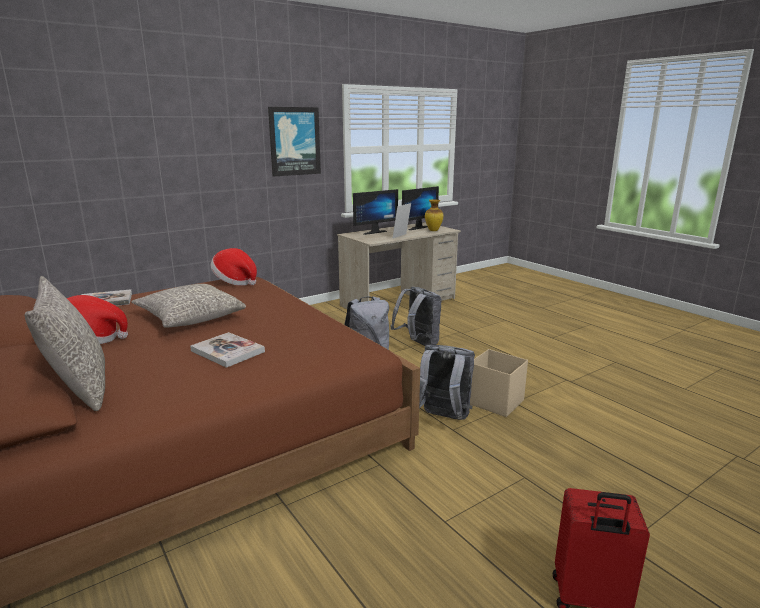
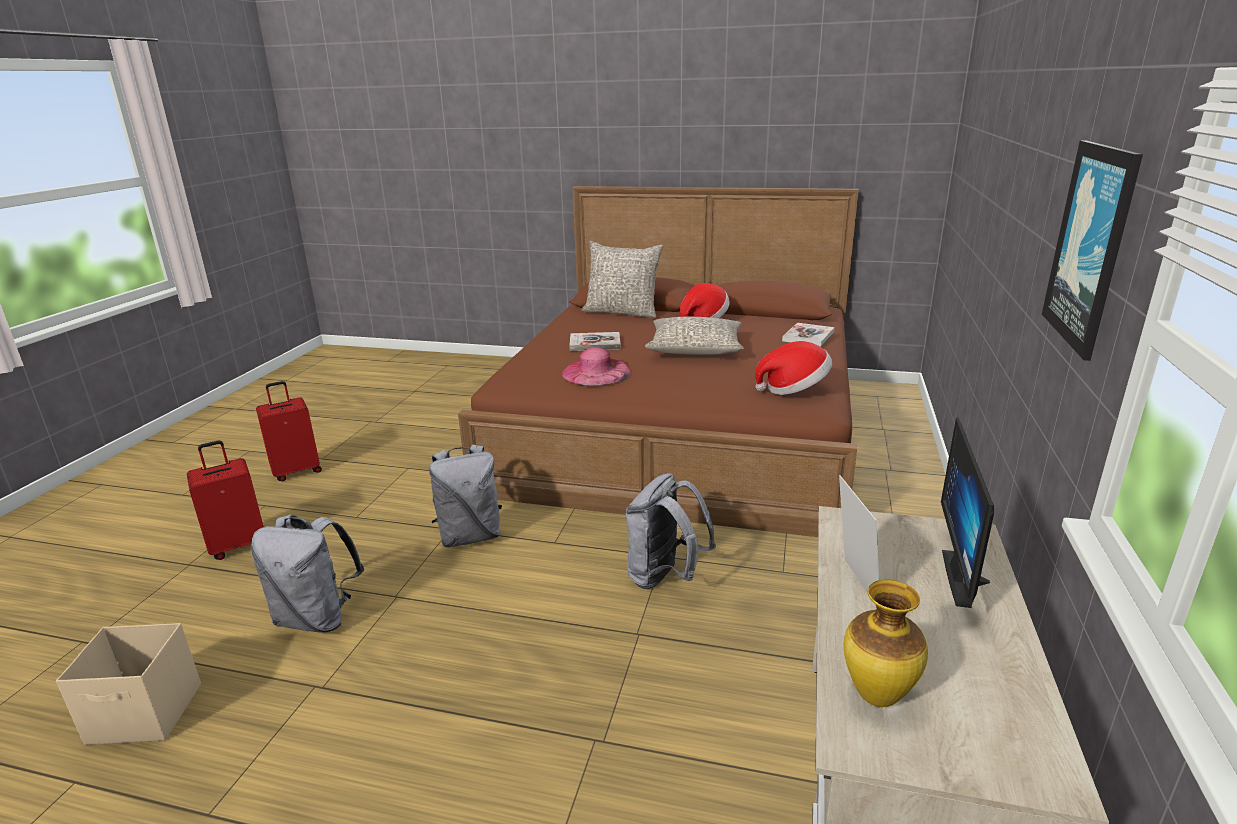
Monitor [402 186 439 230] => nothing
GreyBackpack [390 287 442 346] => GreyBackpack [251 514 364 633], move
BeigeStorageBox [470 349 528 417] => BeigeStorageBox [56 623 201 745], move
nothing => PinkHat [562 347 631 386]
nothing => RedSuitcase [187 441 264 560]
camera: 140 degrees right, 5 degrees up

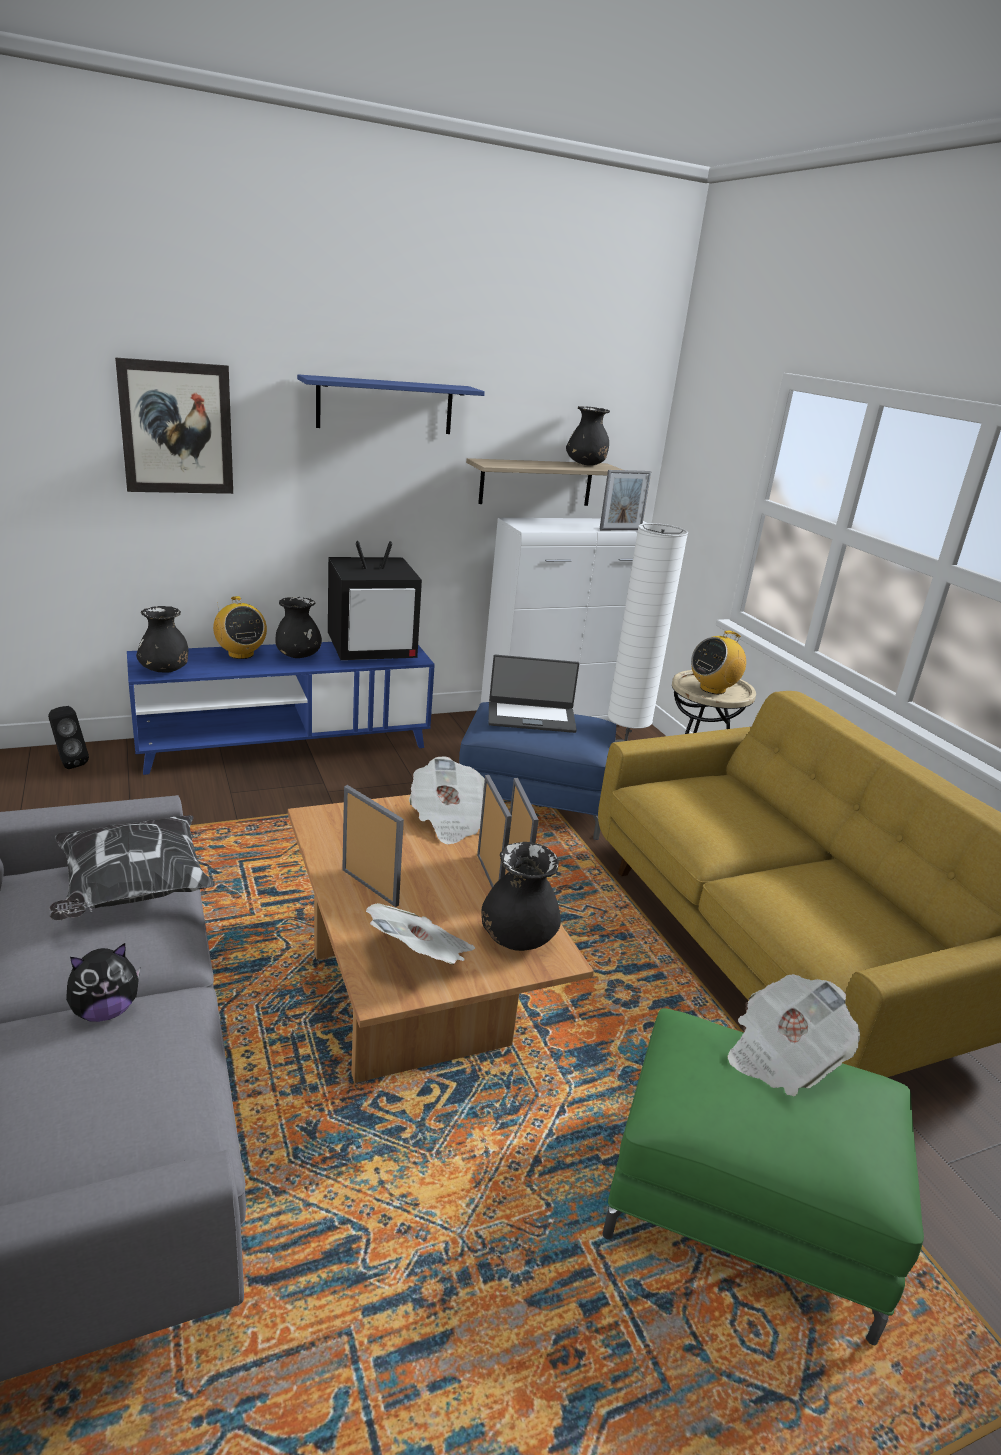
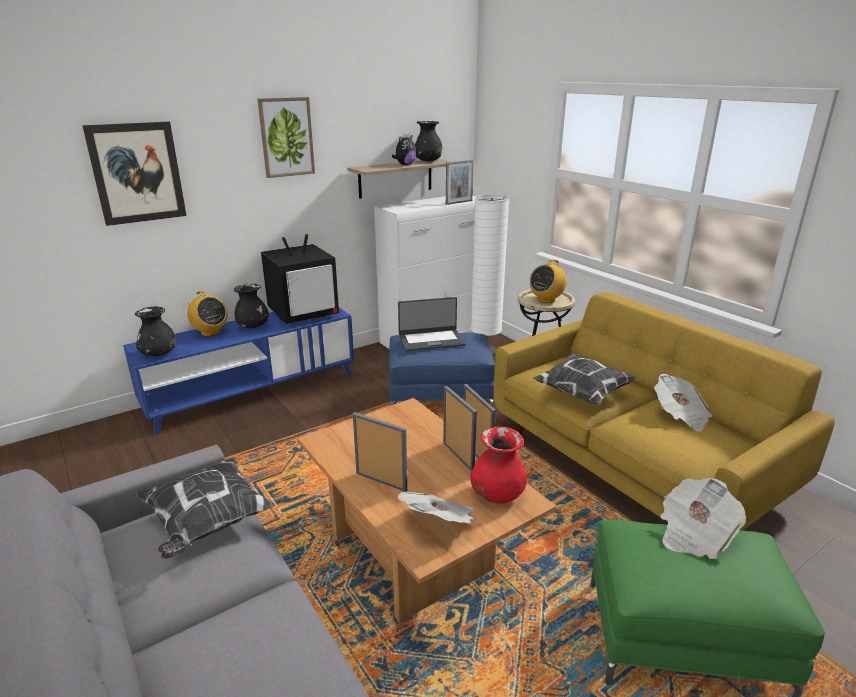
BlueShelf [297 374 485 434] => Picture [258 97 315 178]
BlackSpeaker [48 706 89 769] => nothing
Newspaper [409 756 485 845] => Newspaper [654 374 712 432], move
BlackVase [481 842 561 951] => RedVase [470 427 527 504]
PlushToy [66 943 140 1022] => PlushToy [392 134 416 165], move
nothing => Pillow [533 353 637 405]
camera: 10 degrees left, 0 degrees up

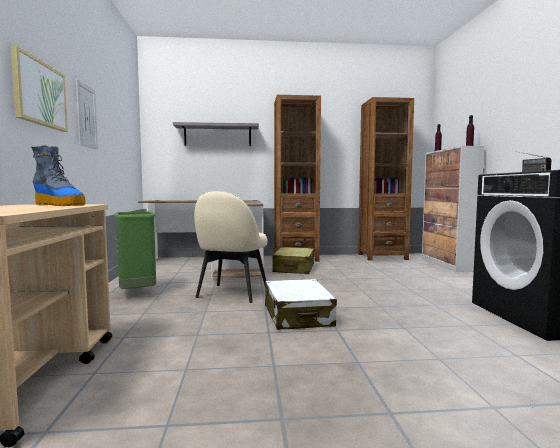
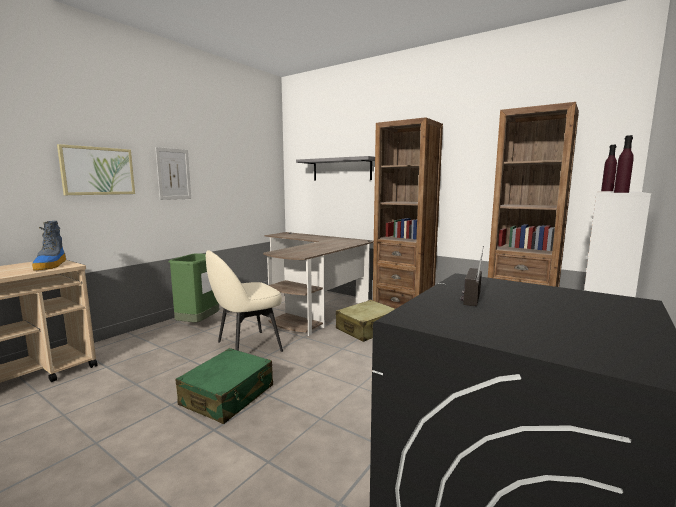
WhiteSuitcase [265 279 337 330] => GreenSuitcase [176 348 273 424]
camera: 40 degrees right, 5 degrees up

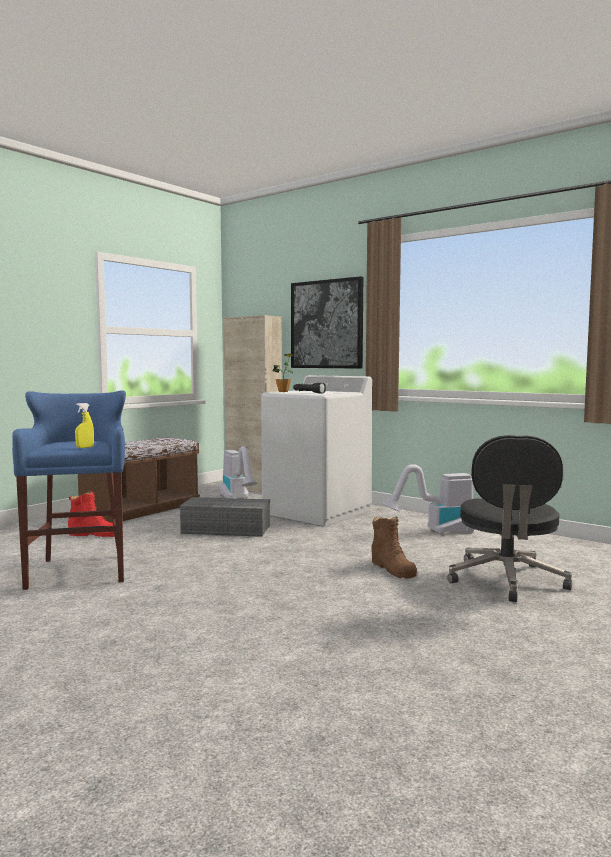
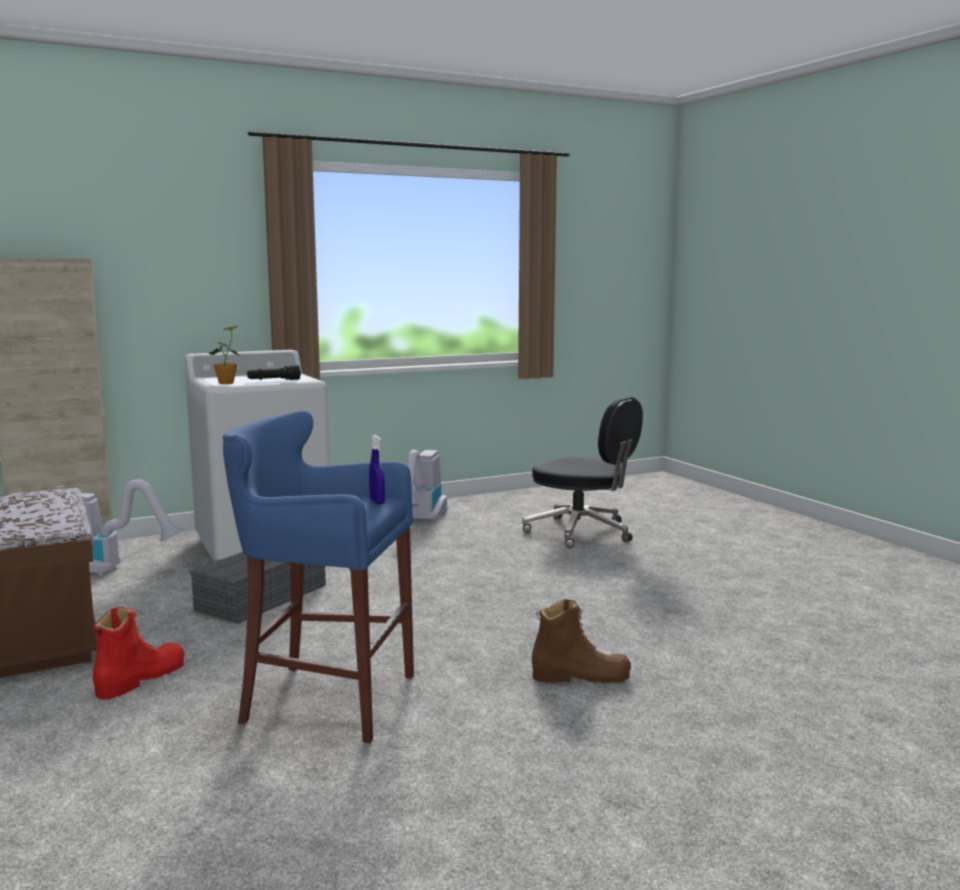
Picture [291 276 363 369] => nothing
YellowSprayBottle [75 403 94 448] => BlueSprayBottle [369 435 385 504]
BrownBoot [371 516 417 578] => BrownBoot [532 599 631 683], move
camera: 65 degrees left, 5 degrees up

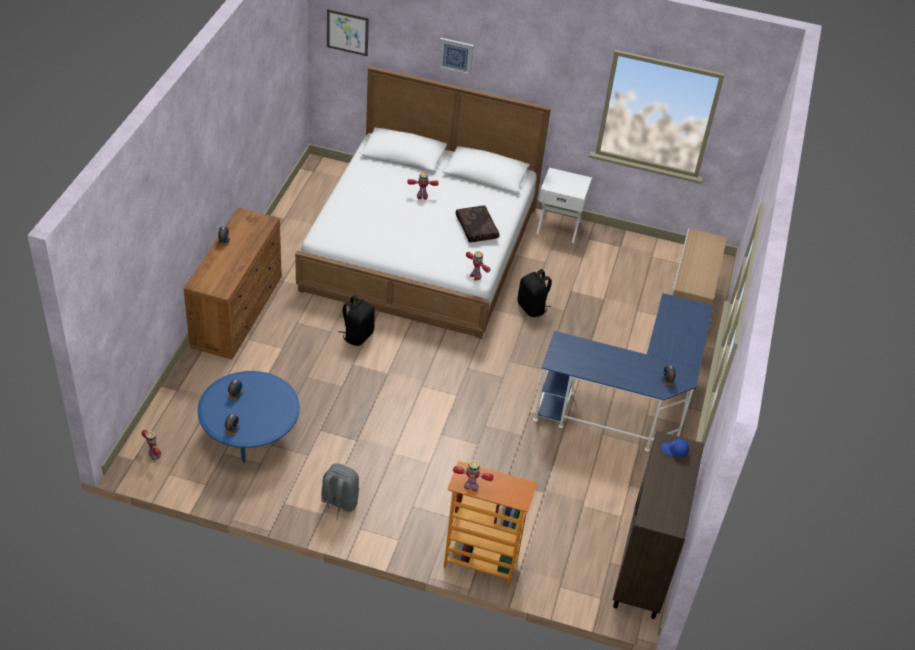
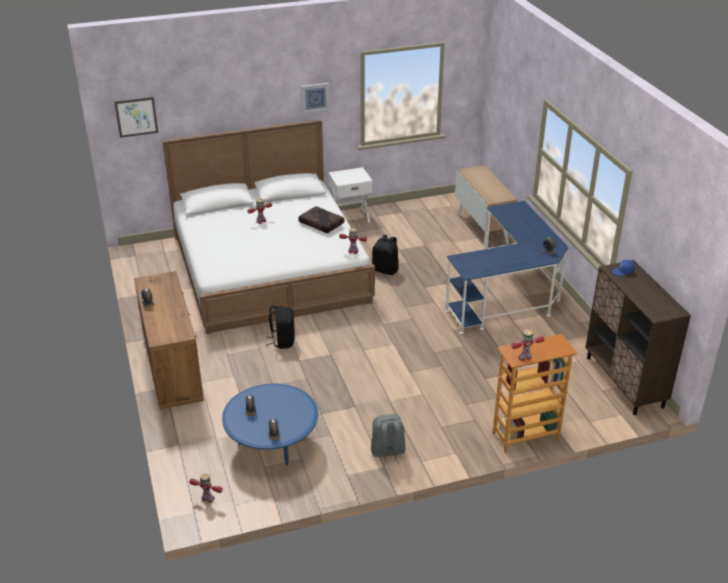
Picture [438 38 474 75] => Picture [301 83 330 113], move
camera: 30 degrees left, 10 degrees down

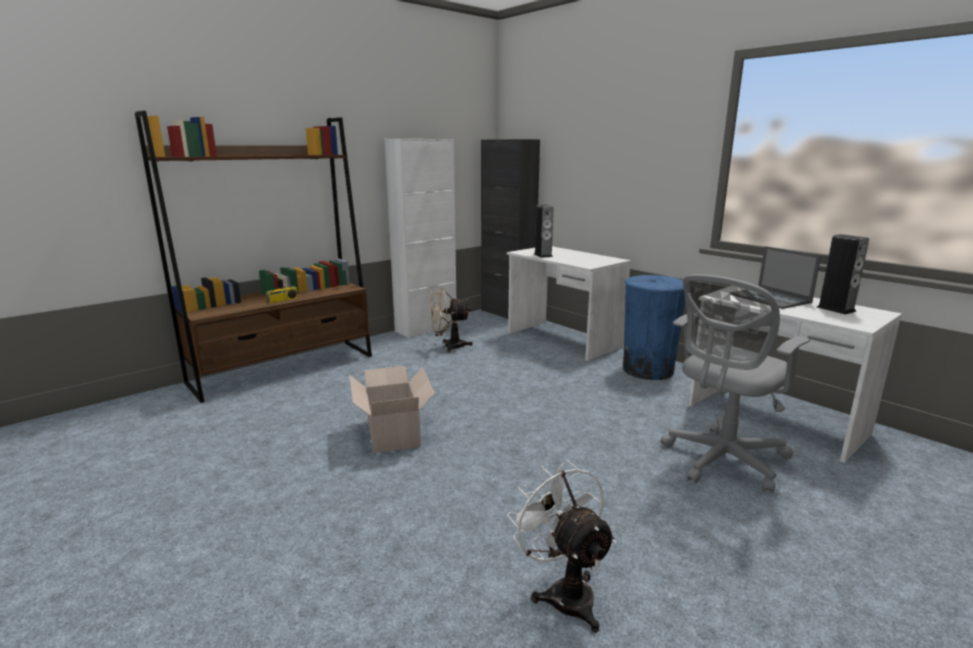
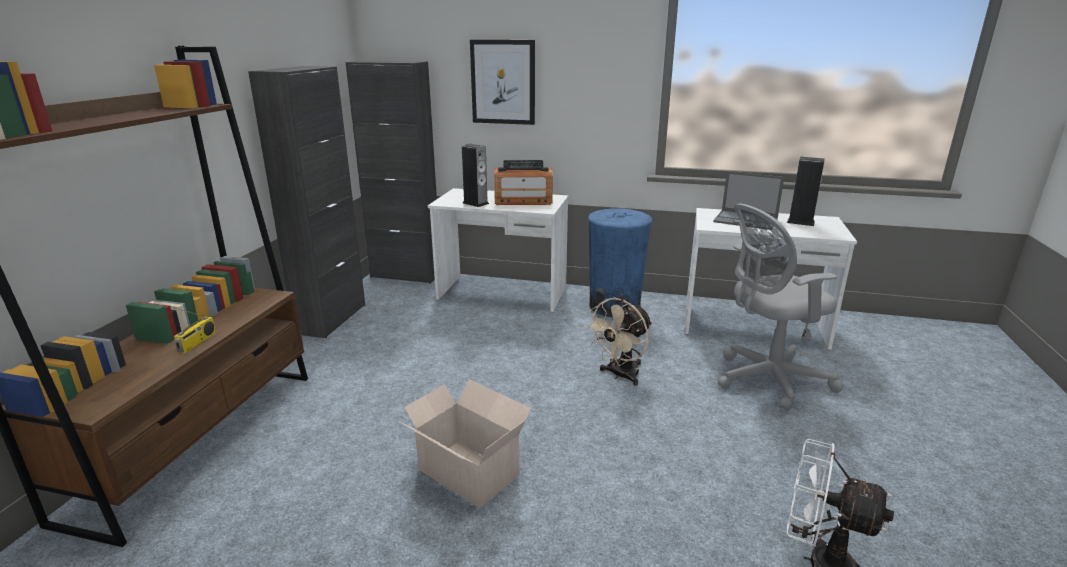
WhiteCabinet [384 139 457 338] => BlackCabinet [248 66 365 338]
GreyOfficeChair [661 274 810 493] => GreyOfficeChair [718 204 844 411], 60 degrees clockwise
BeigeFan [430 288 473 352] => BeigeFan [585 298 652 386], move
nothing => Picture [470 40 535 125]
nothing => Radio [494 160 553 205]
camera: 35 degrees left, 5 degrees up

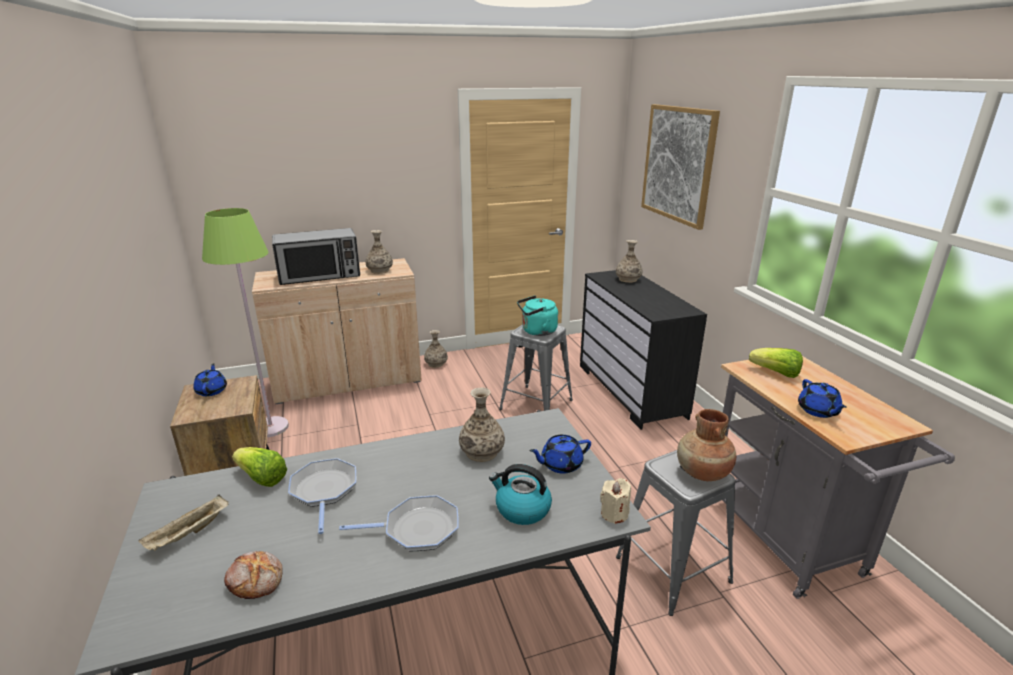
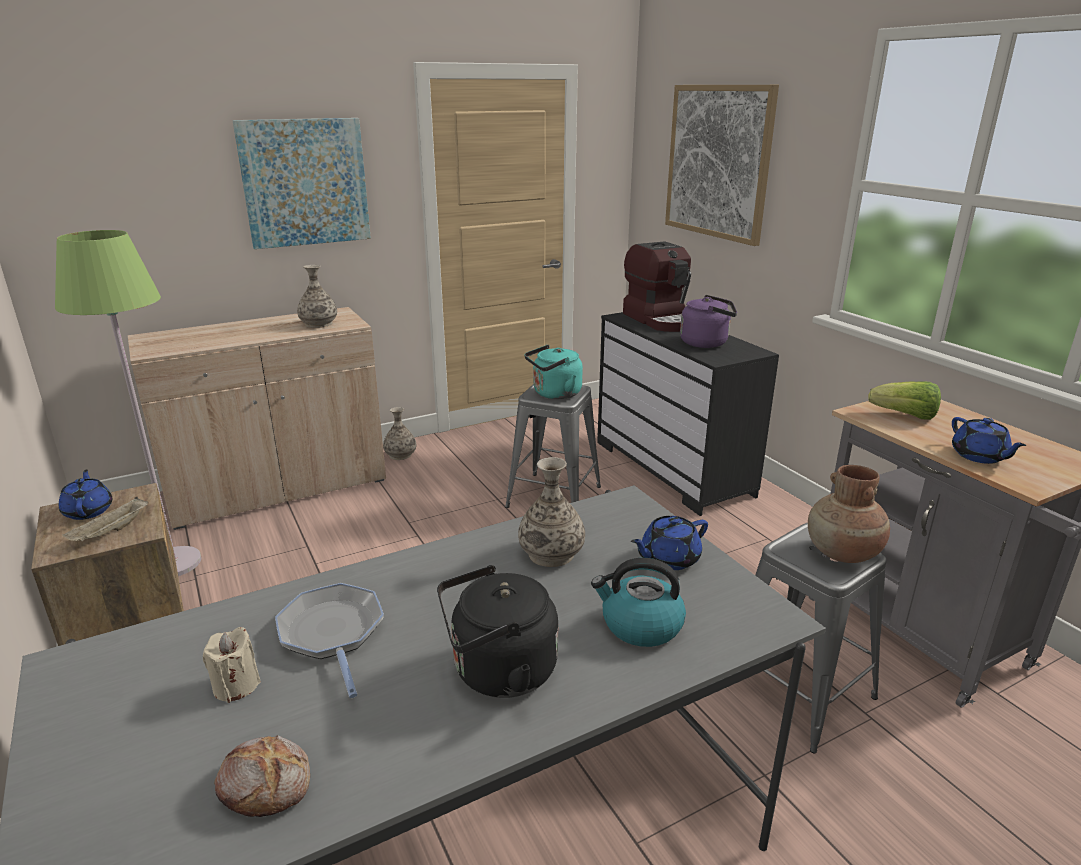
Microwave [272 228 360 285] => nothing
Vase [616 240 642 283] => CoffeeMachine [623 241 691 332]
Lettuce [232 447 287 487] => nothing
BeigeCandle [600 478 631 524] => BeigeCandle [203 627 261 703], move
BeigeTray [139 495 229 551] => BeigeTray [63 497 148 541], move
FryingPan [339 495 459 551] => BlackKettle [437 565 558 698]
nothing => Picture [233 118 371 249]
nothing => PurpleKettle [680 295 737 348]
camera: 10 degrees left, 0 degrees up

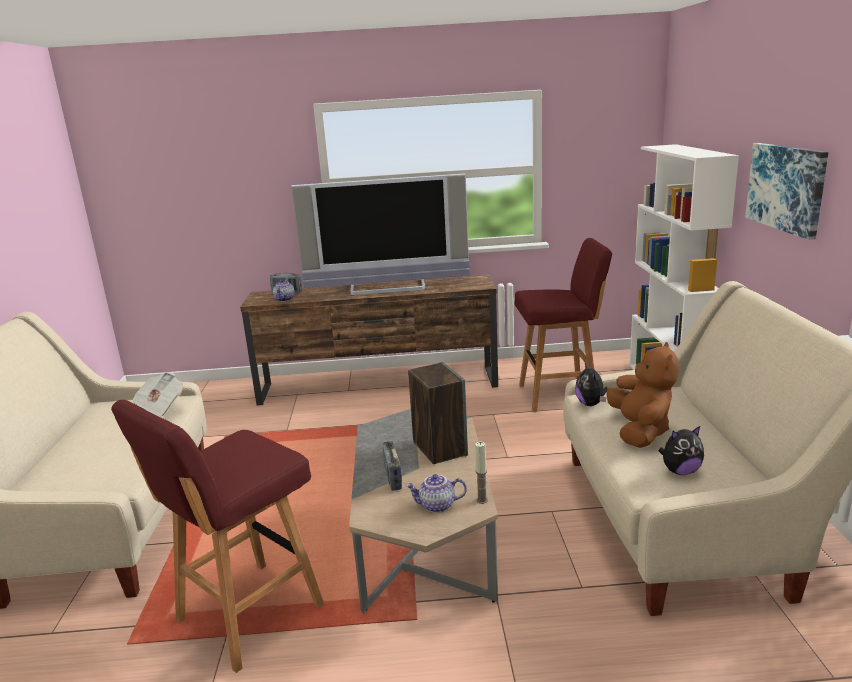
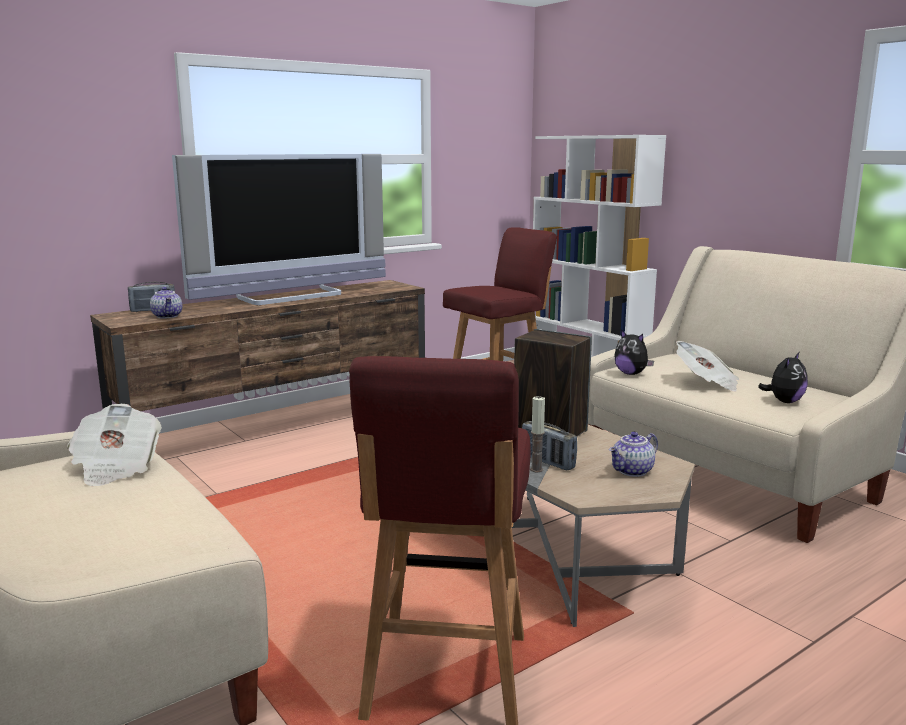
Picture [745 143 829 240] => nothing
BrownPlushToy [607 342 679 448] => Newspaper [676 341 739 392]
Candle [475 441 488 504] => Candle [530 396 545 472], move
camera: 35 degrees left, 5 degrees down

